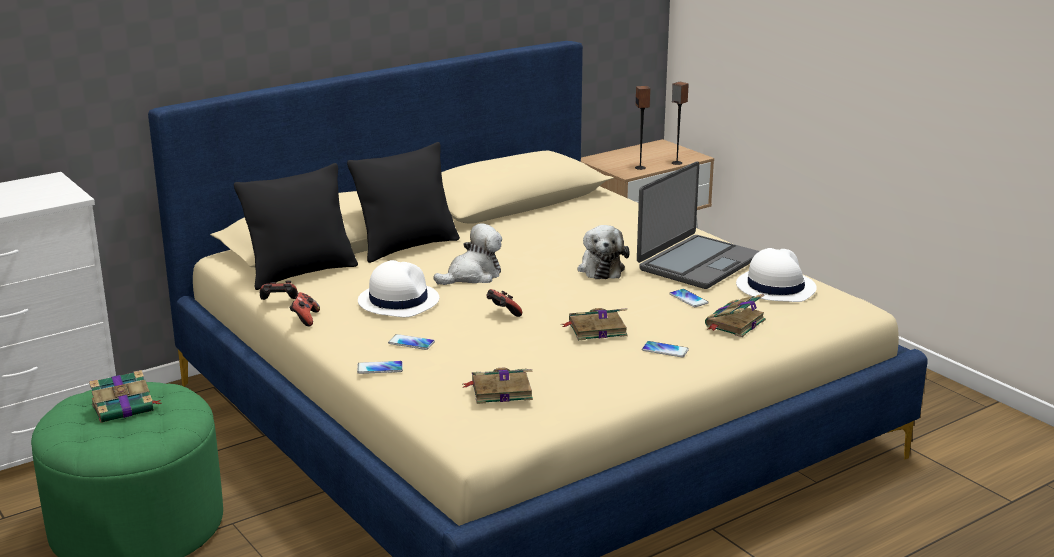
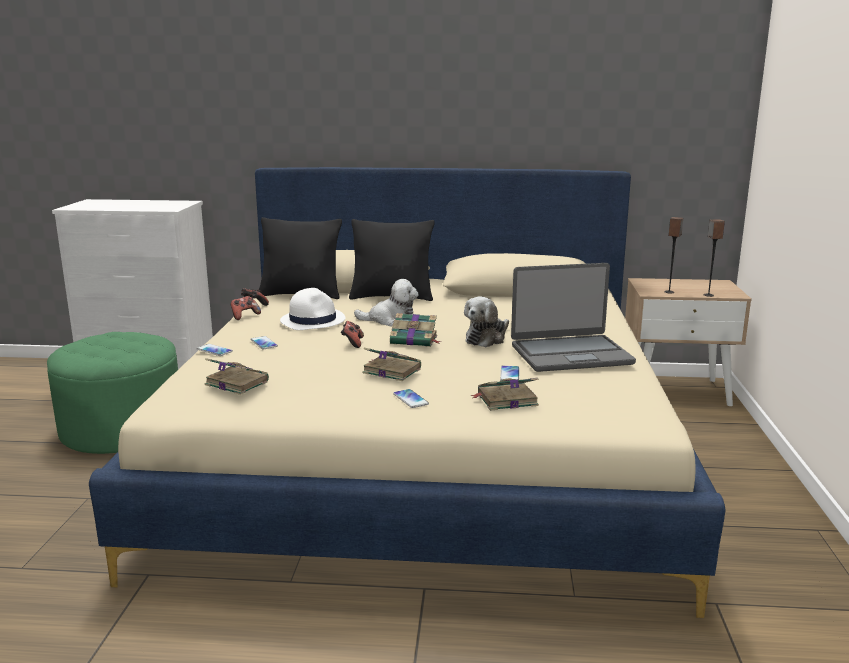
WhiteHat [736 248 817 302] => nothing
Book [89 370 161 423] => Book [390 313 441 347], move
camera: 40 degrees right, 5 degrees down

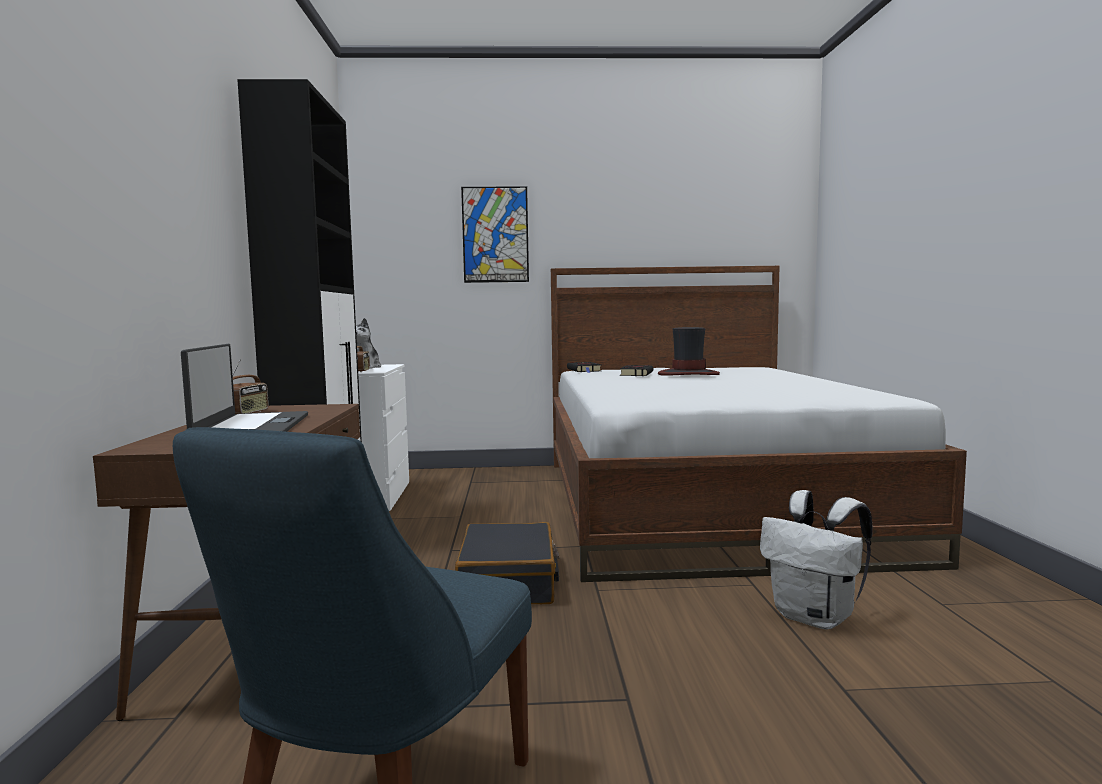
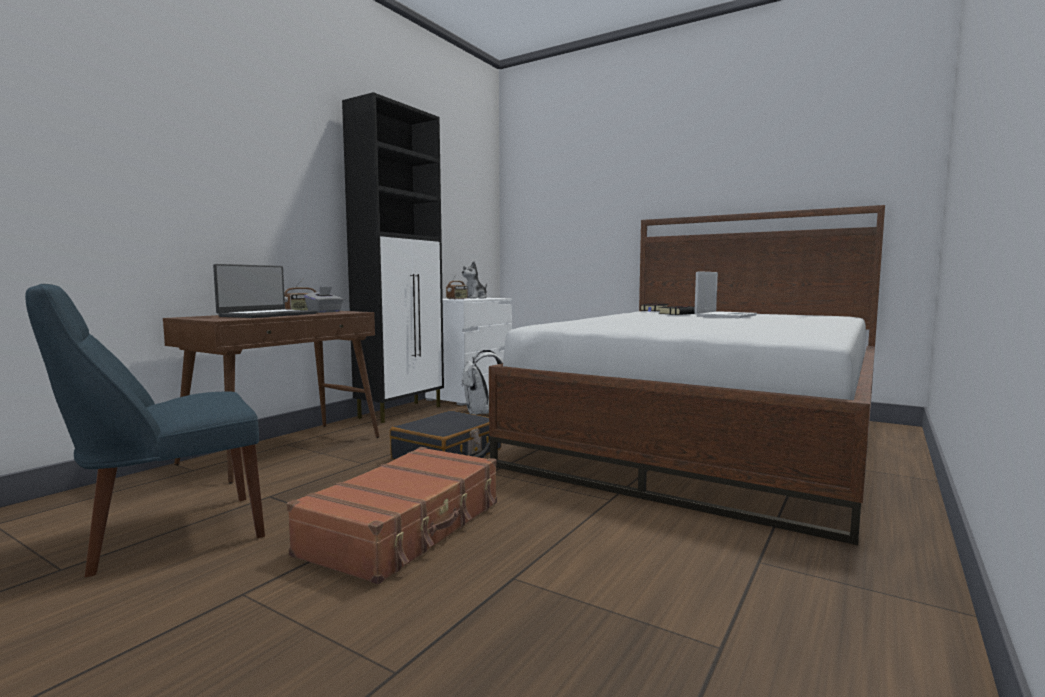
Picture [461 186 529 283] => nothing
Hat [658 327 720 376] => Laptop [694 271 757 318]
WhiteBackpack [760 490 873 629] => WhiteBackpack [462 350 503 415], move
nothing => GreyTissueBox [304 287 343 313]
nothing => BrownSuitcase [287 447 497 585]
camera: 35 degrees right, 0 degrees up

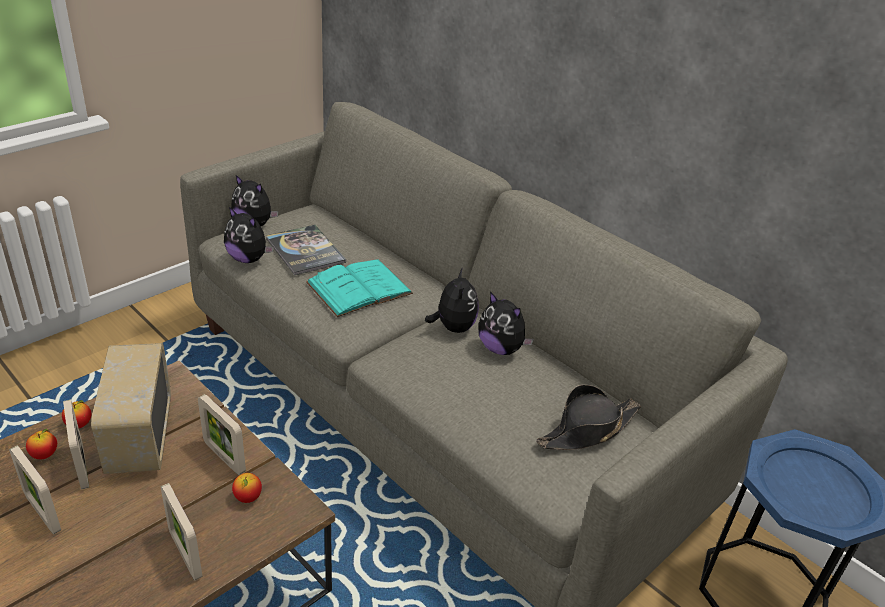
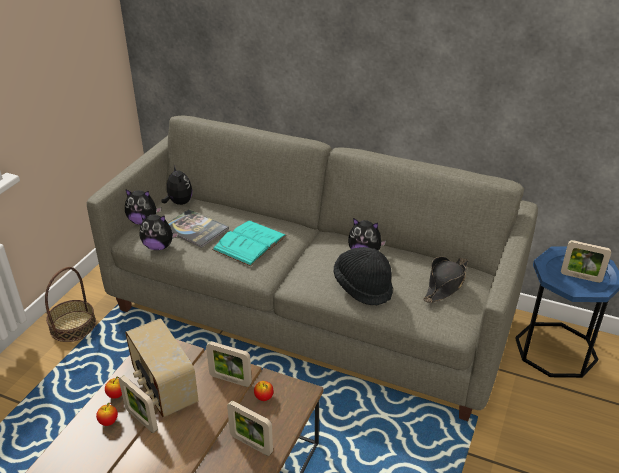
PlushToy [425 267 479 333] => PlushToy [162 166 192 205], move
PictureFrame [9 445 61 535] => PictureFrame [561 240 611 283], move
nothing => BlackHat [334 247 393 305]
nothing => Basket [45 267 96 342]
camera: 20 degrees left, 0 degrees up

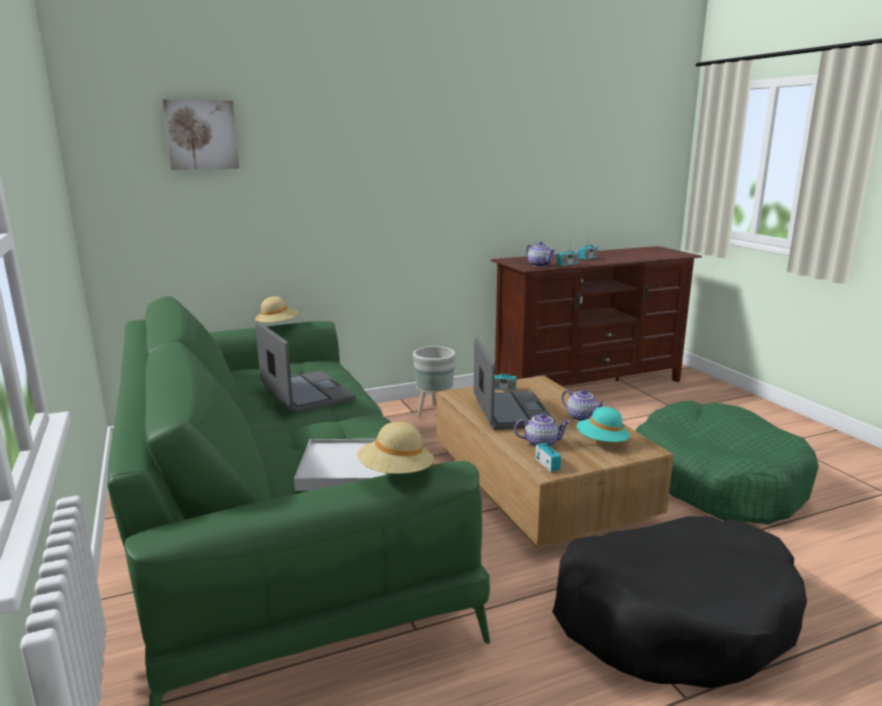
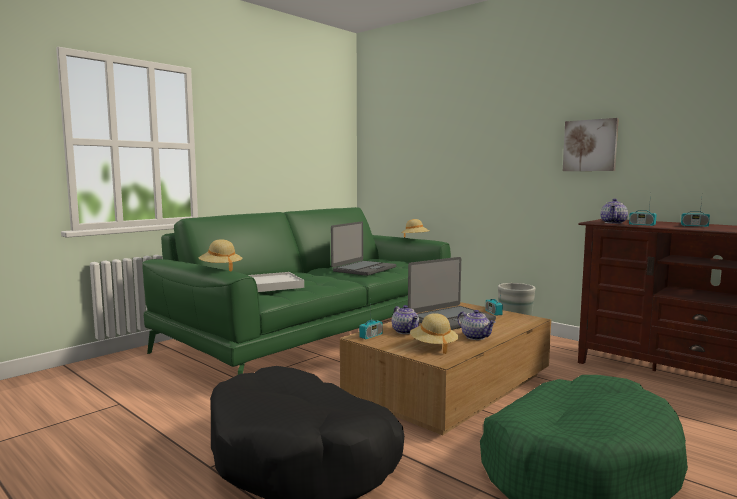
Picture [162 99 239 170] => Picture [563 118 619 171], move
Teapot [562 389 605 421] => Teapot [458 310 496 340], 60 degrees counterclockwise
TurquoiseHat [577 407 630 442] => BeigeHat [410 313 459 354]
camera: 65 degrees right, 10 degrees down

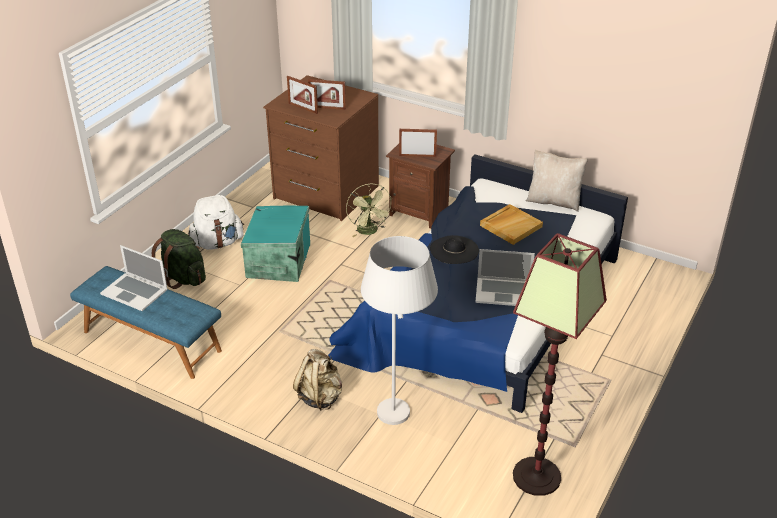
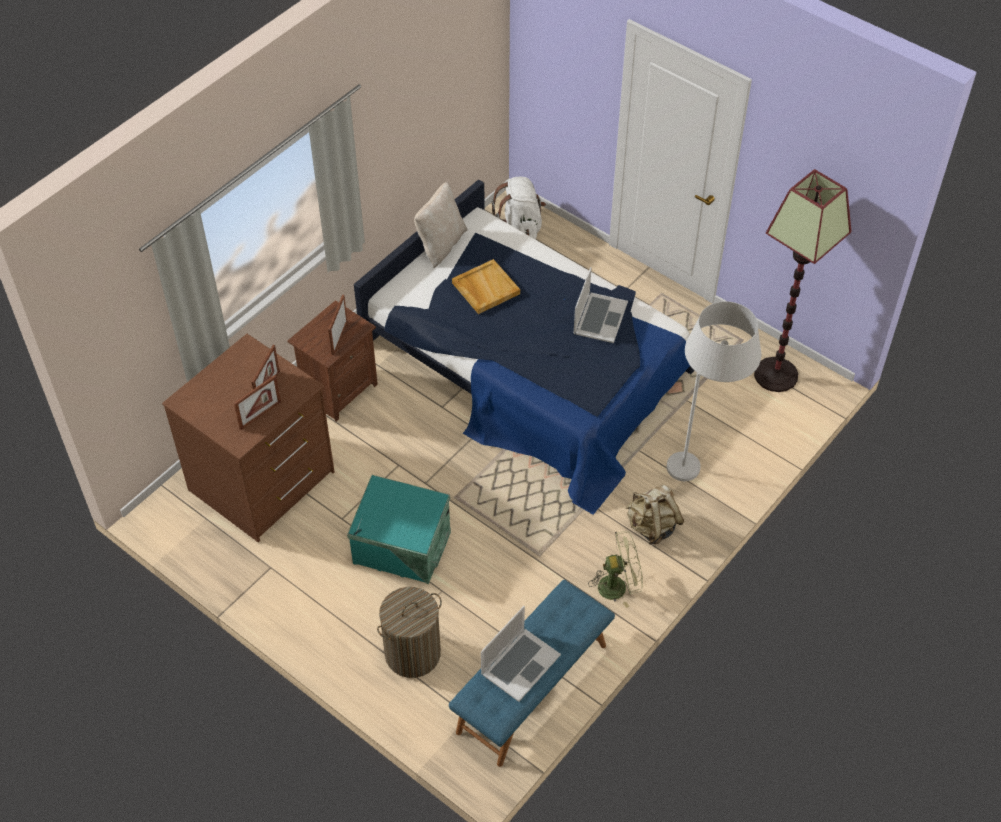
GreenFan [346 184 393 237] => GreenFan [588 531 643 608], move
WhiteBackpack [188 195 244 250] => WhiteBackpack [492 177 546 240], move
GreenBackpack [152 229 206 289] => LaundryBasket [377 587 442 678]
BlackHat [430 235 479 264] => nothing
camera: 80 degrees left, 15 degrees up

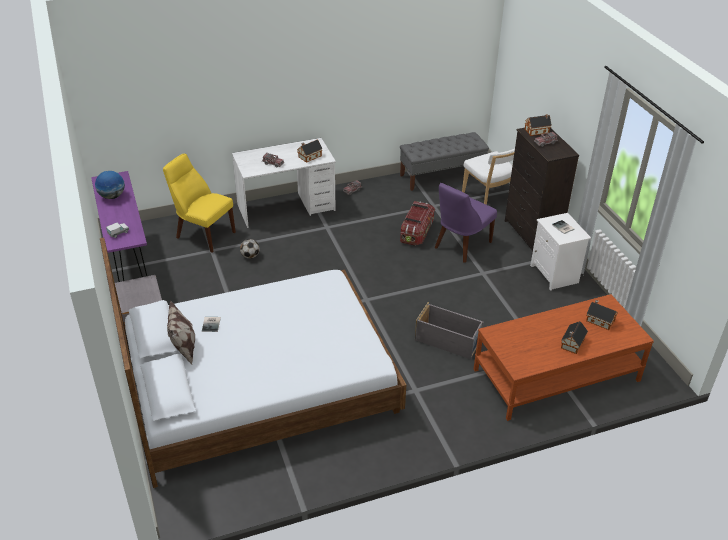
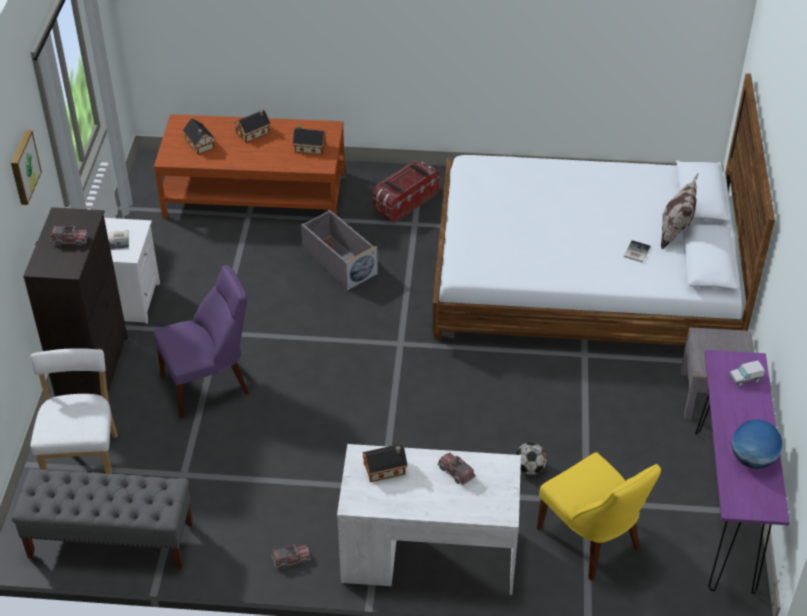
ToyHouse [525 114 552 136] => ToyHouse [293 125 326 155], move
StorageBox [400 201 435 246] => StorageBox [373 162 440 223], move
nothing => Picture [11 130 42 205]
camera: 155 degrees left, 5 degrees up

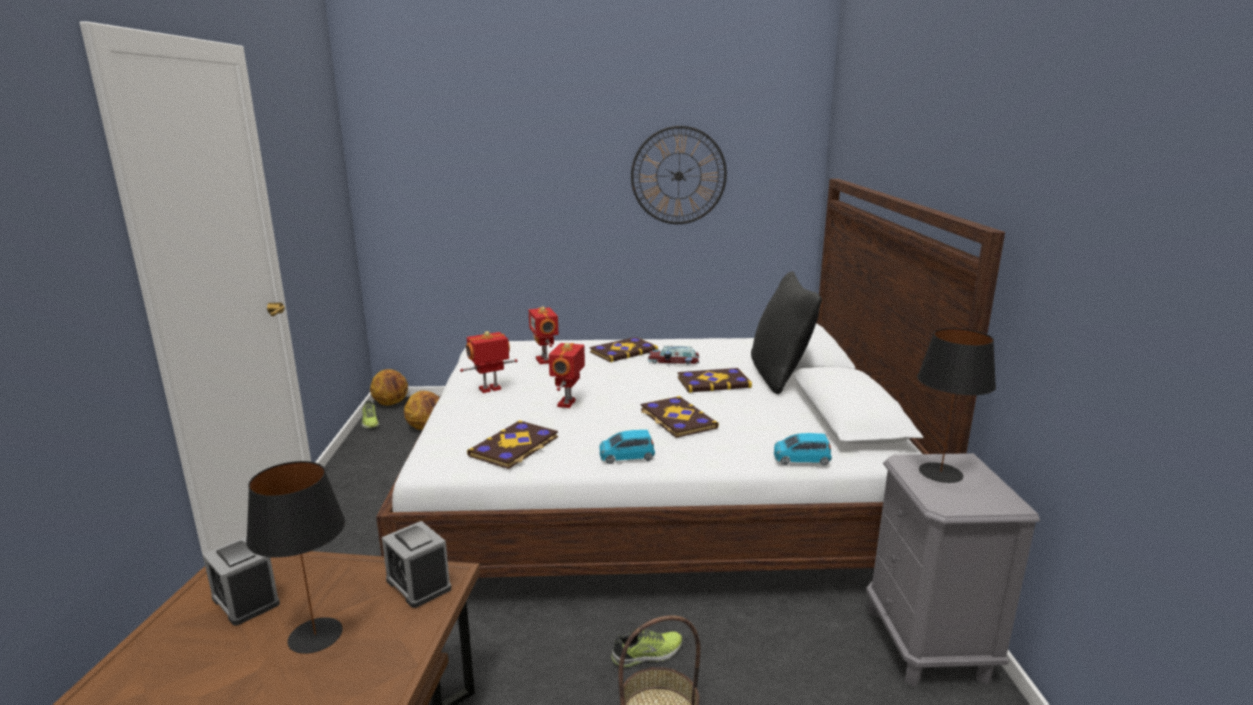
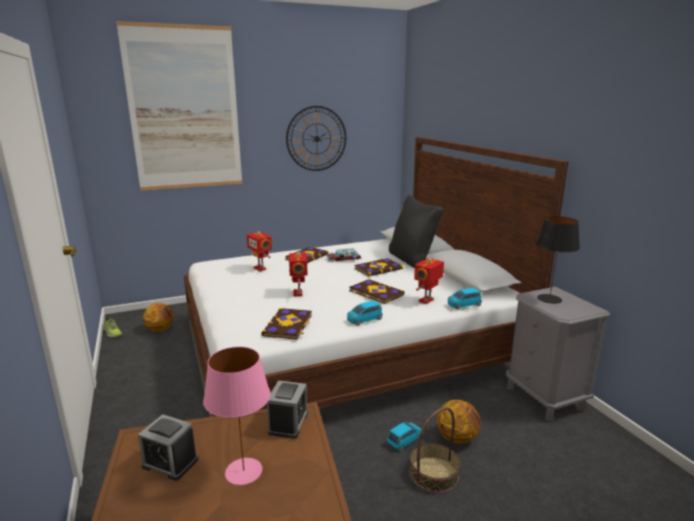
ToyRobot [460 331 518 393] => ToyRobot [414 258 444 304], move
Basketball [370 369 408 405] => Basketball [437 400 480 444], move
BlackTableLamp [246 461 345 654] => PinkTableLamp [203 347 270 485]
AlarmClock [382 521 451 608] => AlarmClock [267 380 308 439], 105 degrees counterclockwise
Shoe [611 629 682 668] => BlueToyCar [387 422 422 451]
nothing => Picture [116 21 242 191]
camera: 20 degrees left, 0 degrees up

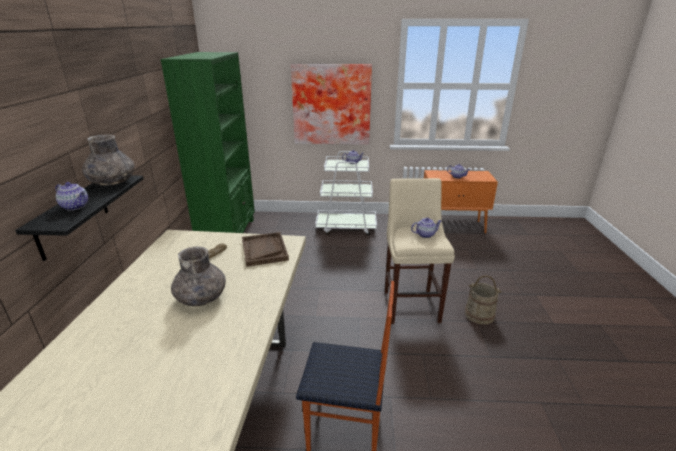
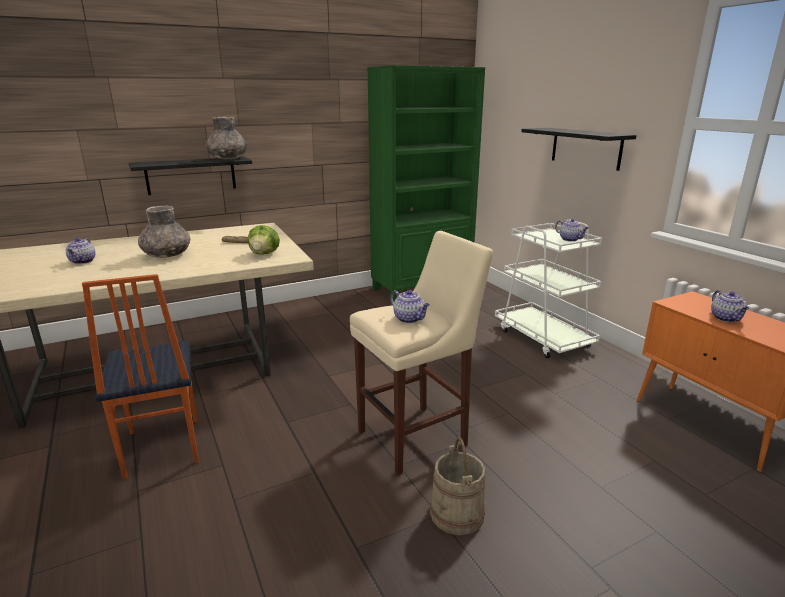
Picture [291 64 372 145] => BlackShelf [521 128 636 171]
Teapot [56 182 88 210] => Teapot [66 238 95 264], move
BrownTray [242 232 289 267] => Lettuce [248 225 280 255]
camera: 60 degrees right, 5 degrees down

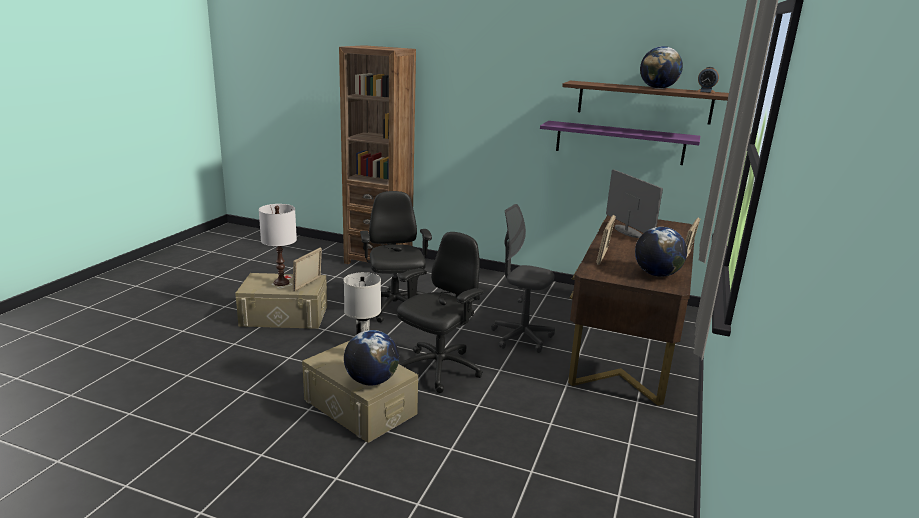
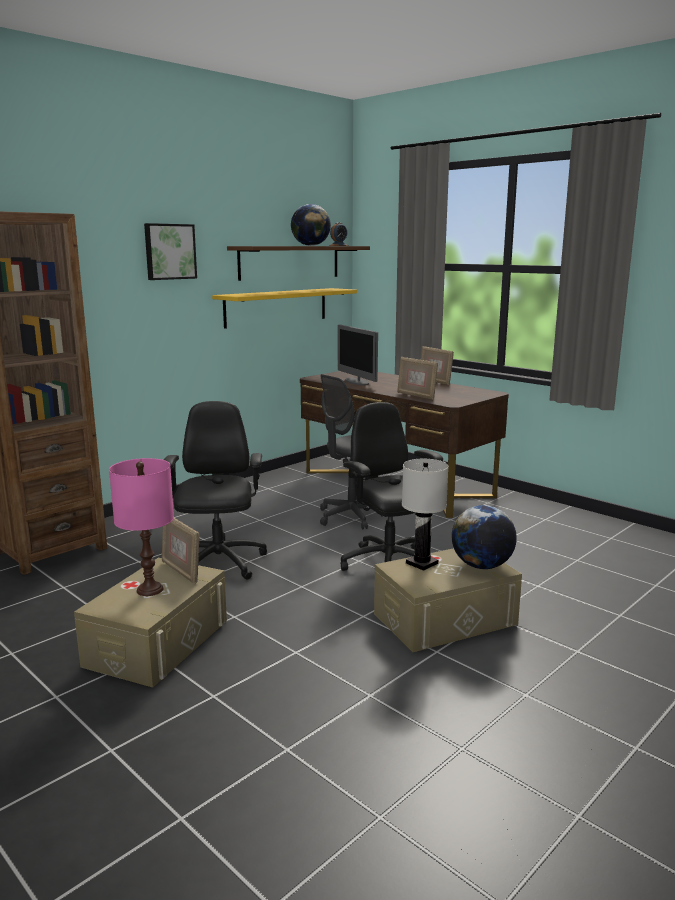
PurpleShelf [540 121 700 165] => YellowShelf [212 288 357 329]
Monitor [606 169 663 238] => Monitor [338 325 378 386], 120 degrees counterclockwise
BlackOfficeChair [360 191 432 323] => BlackOfficeChair [164 401 267 580], 75 degrees clockwise
WhiteTableLamp [259 204 297 286] => PinkTableLamp [109 458 174 596]
Globe [635 227 687 277] => nothing
nothing => Picture [144 223 197 280]
camera: 65 degrees left, 5 degrees down

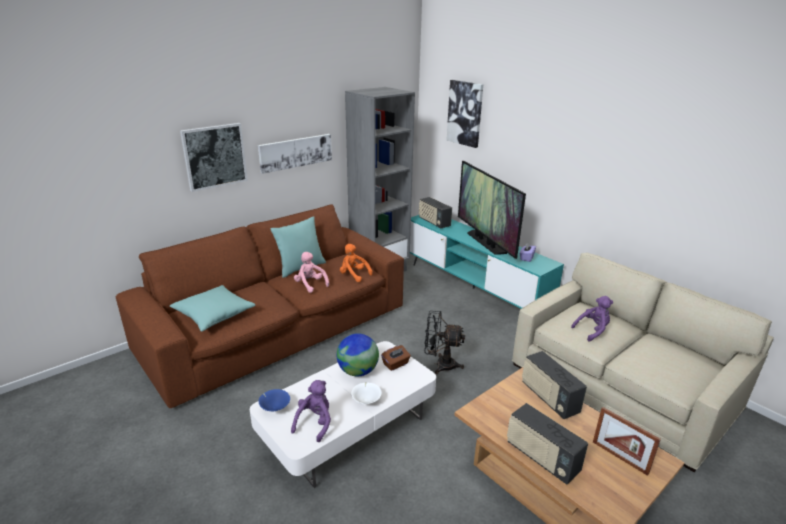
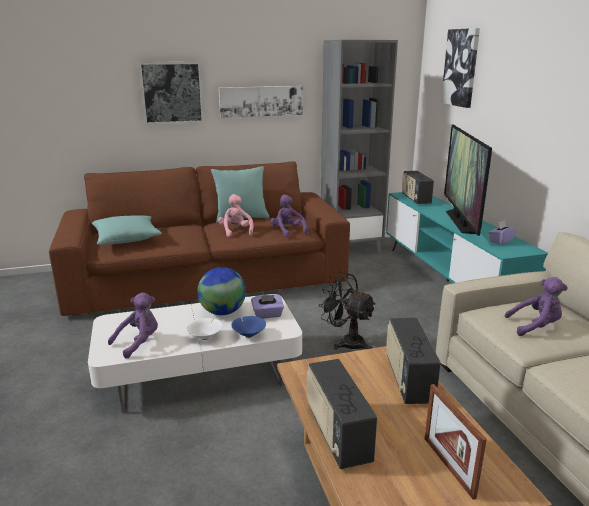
OrangePlushToy [340 244 373 282] => PurplePlushToy [270 195 307 237]
BrownTissueBox [381 345 411 371] => PurpleTissueBox [251 294 284 319]
BlueBowl [258 389 290 411] => BlueBowl [231 316 266 338], move
camera: 25 degrees right, 5 degrees down

